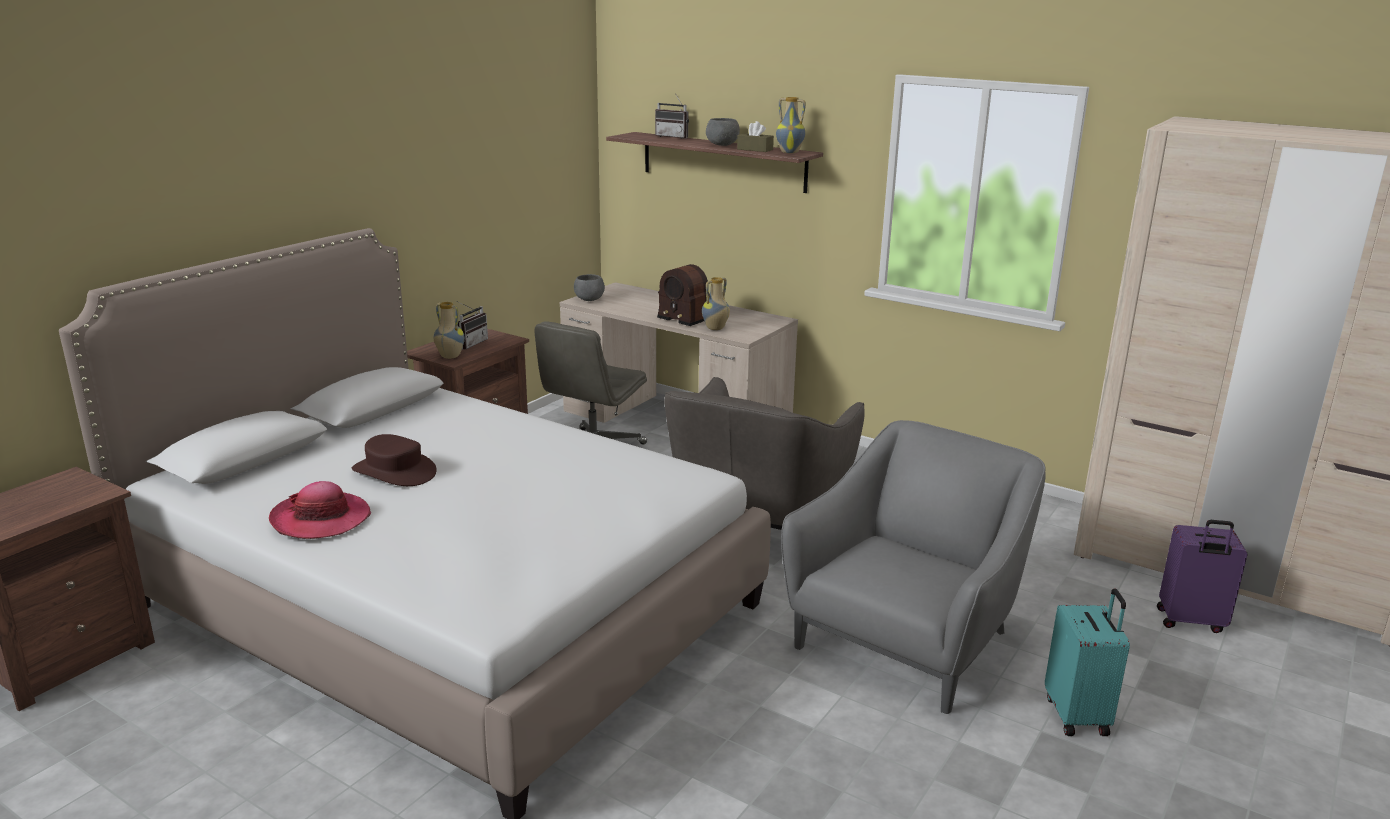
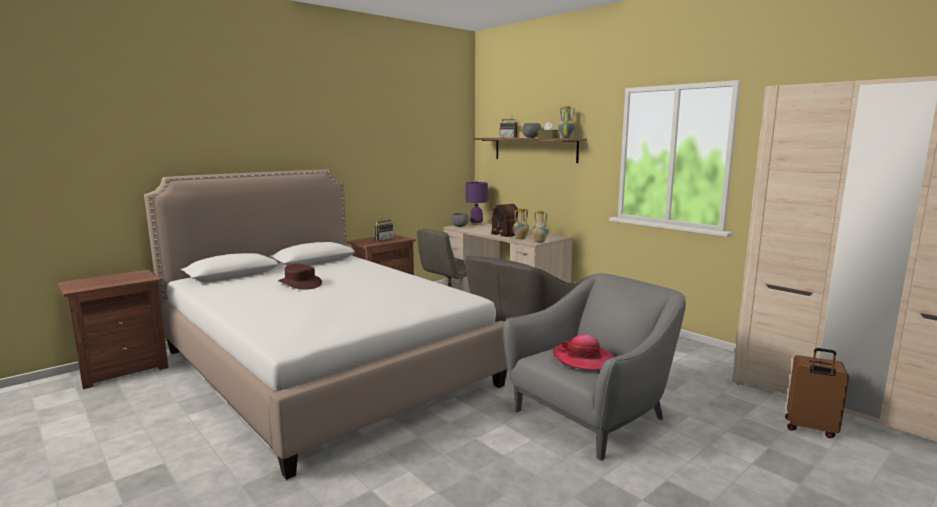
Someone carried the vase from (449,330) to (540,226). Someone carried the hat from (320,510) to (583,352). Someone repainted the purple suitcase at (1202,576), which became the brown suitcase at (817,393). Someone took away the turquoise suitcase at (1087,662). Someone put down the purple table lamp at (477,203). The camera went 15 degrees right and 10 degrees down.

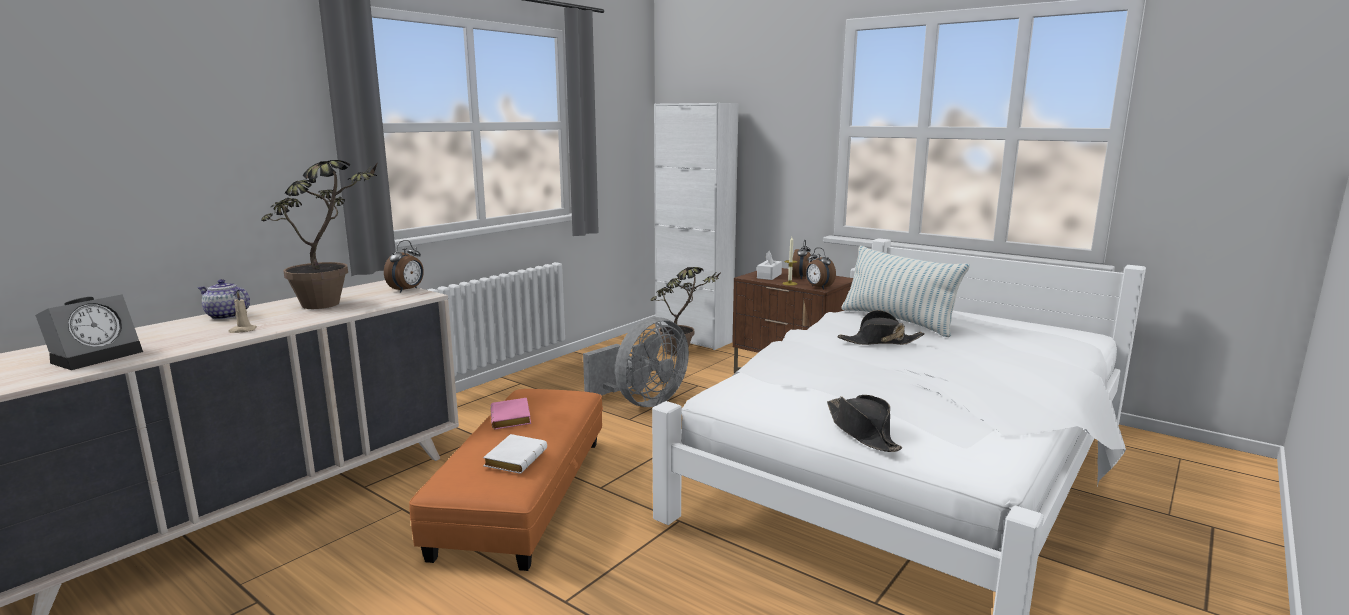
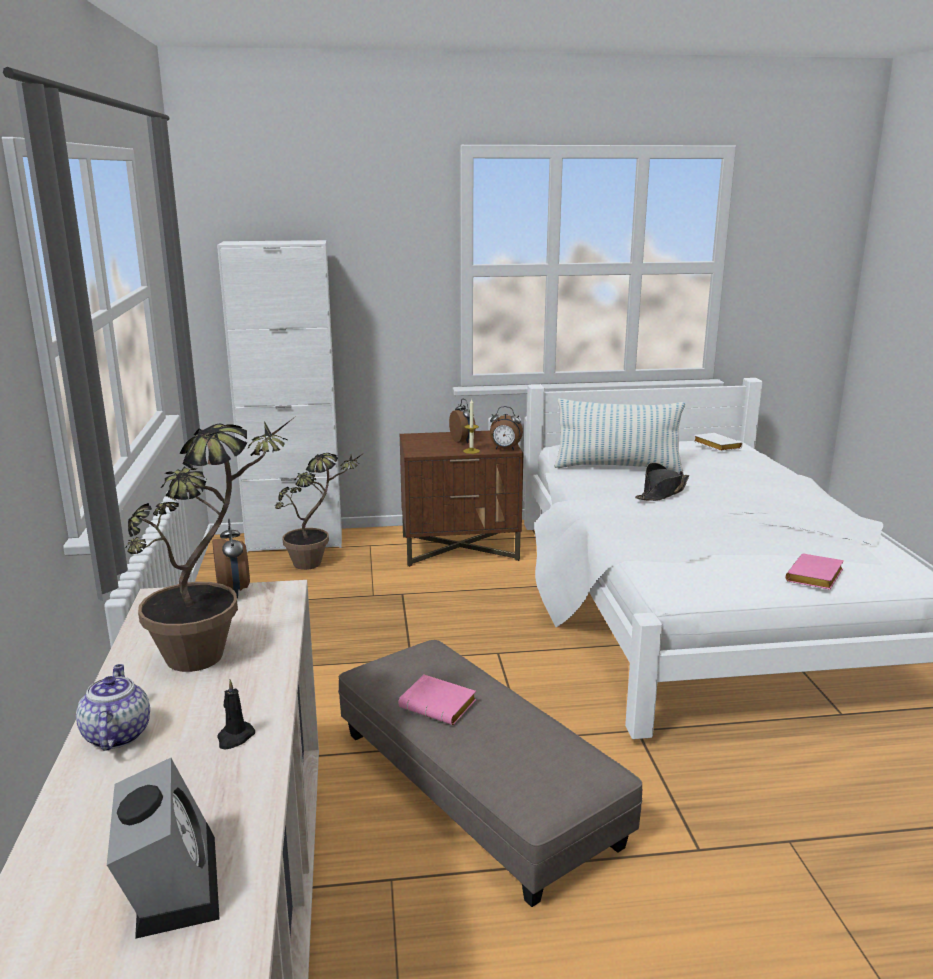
Someone took away the white tissue box at (769,265). Someone rotated the teapot at (224,299) by 105 degrees clockwise. Someone repainted the beige candle at (242,312), which became the black candle at (236,714). Someone took away the grey fan at (636,362). Someone repainted the orange ottoman at (506,480), which became the grey ottoman at (490,773). Someone swapped the black hat at (864,423) for the pink book at (815,571). Someone carried the white book from (515,454) to (718,442). The camera went 45 degrees left and 5 degrees up.

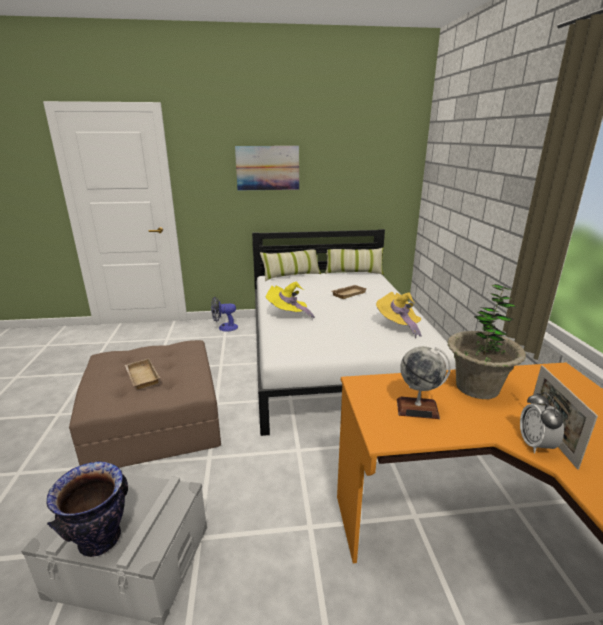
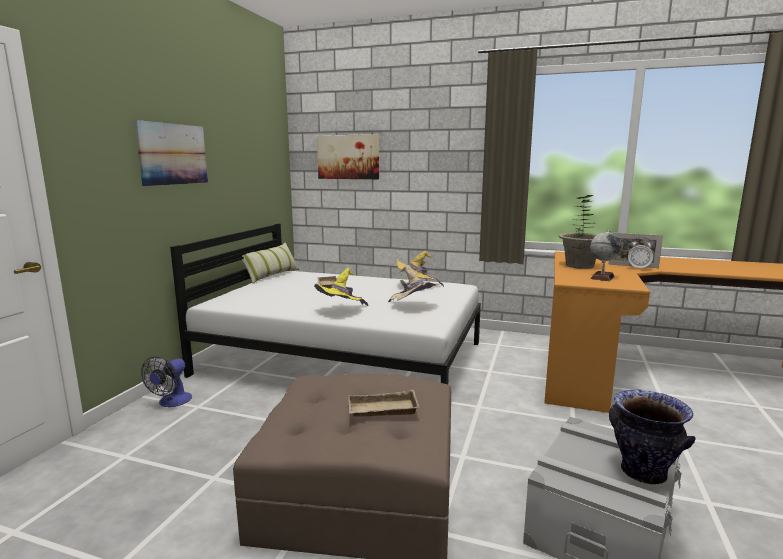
Someone took away the pillow at (290,265). Someone put up the picture at (348,156). Someone put down the beige hat at (414,283). The camera went 65 degrees left and 10 degrees down.

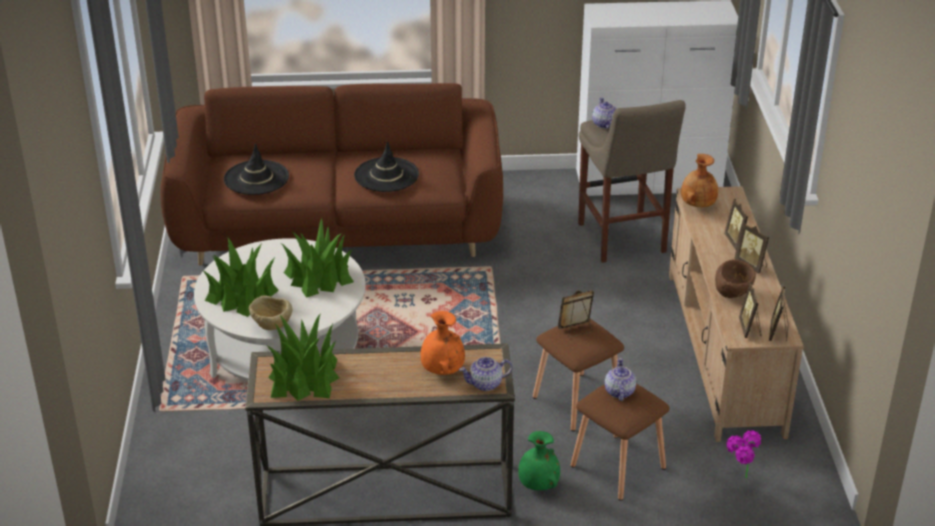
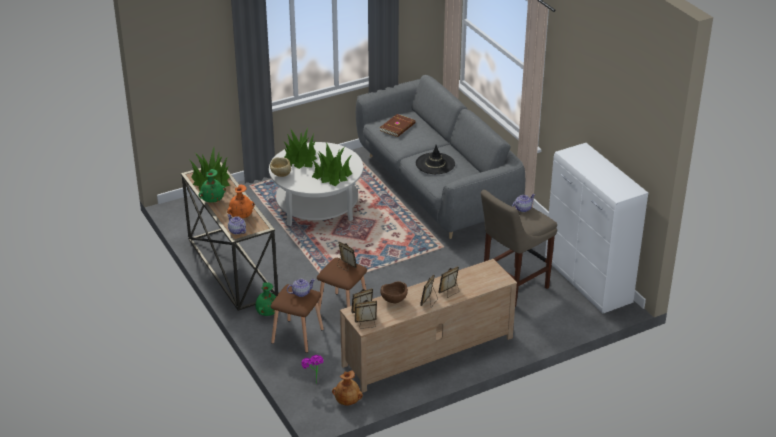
Someone repainted the brown sofa at (331,174), which became the grey sofa at (440,157). Someone swapped the black hat at (256,169) for the brown book at (398,125). Someone carried the brown vase from (699,180) to (347,388). Someone put down the green vase at (212,186). The camera went 65 degrees right and 0 degrees up.

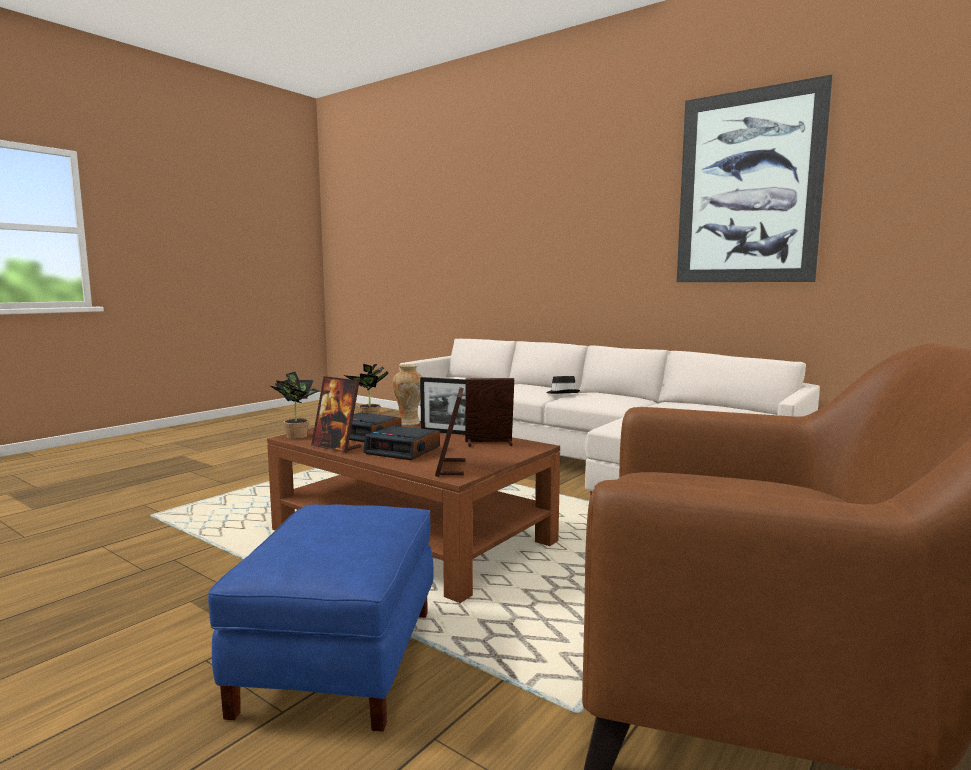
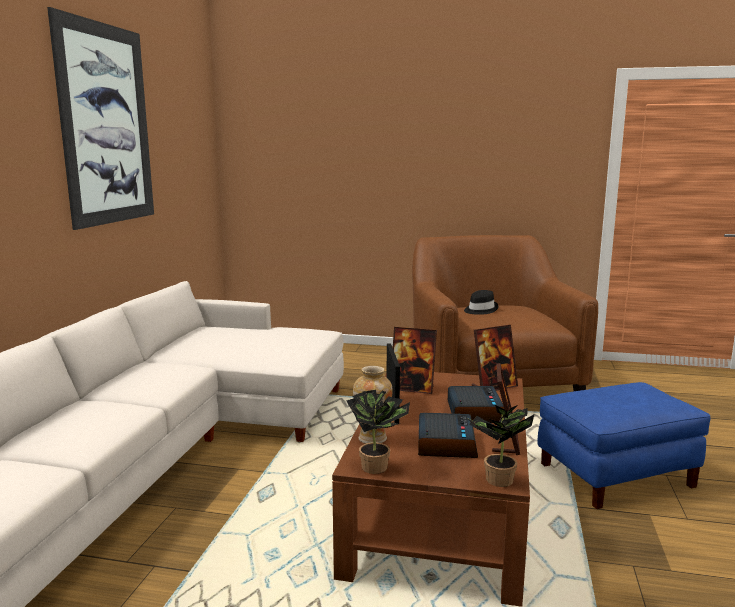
Someone carried the black hat from (563,385) to (481,302). Someone rotated the picture frame at (489,412) by 45 degrees counterclockwise. The camera went 115 degrees left and 5 degrees up.

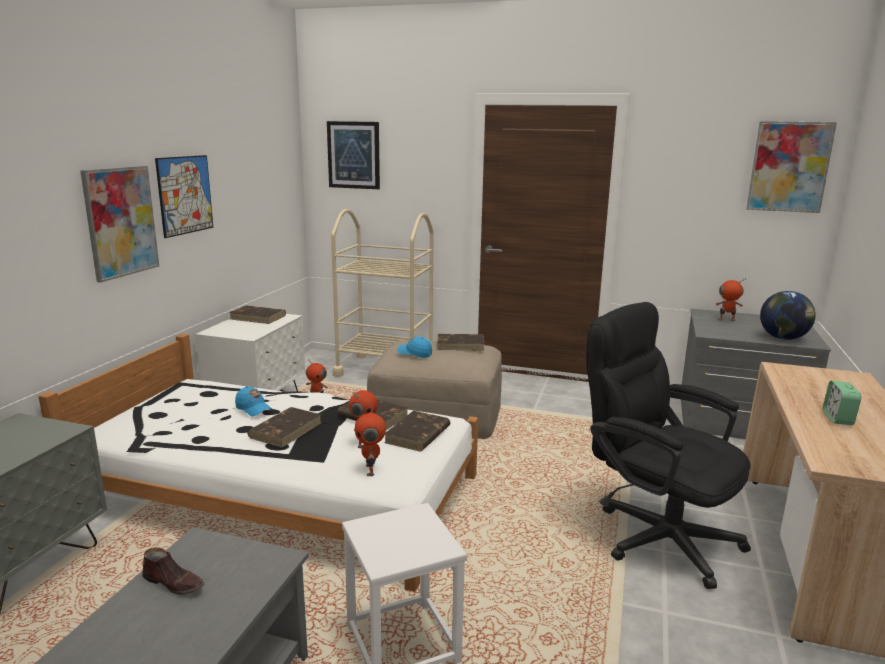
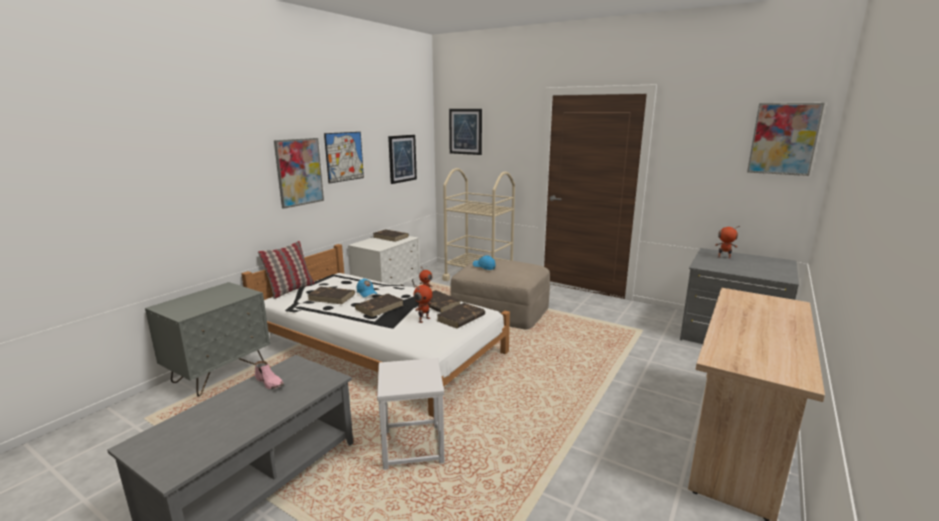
Someone took away the globe at (788,315). Someone took away the black office chair at (668,445). Someone carried the brown book from (461,342) to (331,295). Someone took away the alarm clock at (842,402). Someone took away the toy robot at (370,440). Someone repainted the brown shoe at (173,571), which became the pink shoe at (269,375). Someone put up the picture at (402,159). Someone put down the pillow at (286,270). The camera went 15 degrees right and 0 degrees up.

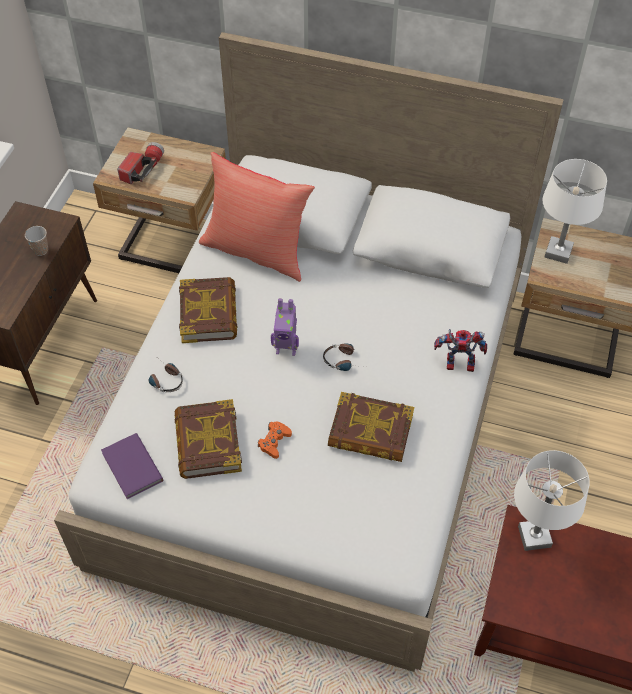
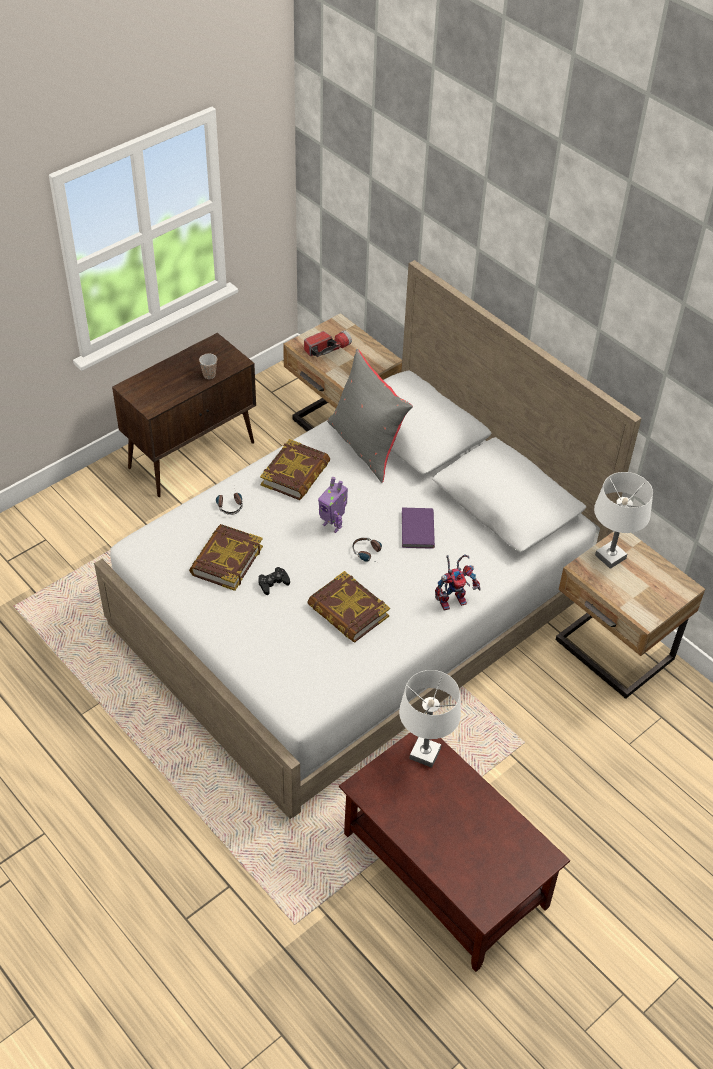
Someone repainted the red pillow at (257,217), which became the grey pillow at (370,416). Someone rotated the toy robot at (460,350) by 120 degrees clockwise. Someone repainted the orange game controller at (275,440), which became the black game controller at (274,581). Someone carried the purple book from (132,466) to (418,528). The camera went 30 degrees right and 5 degrees down.

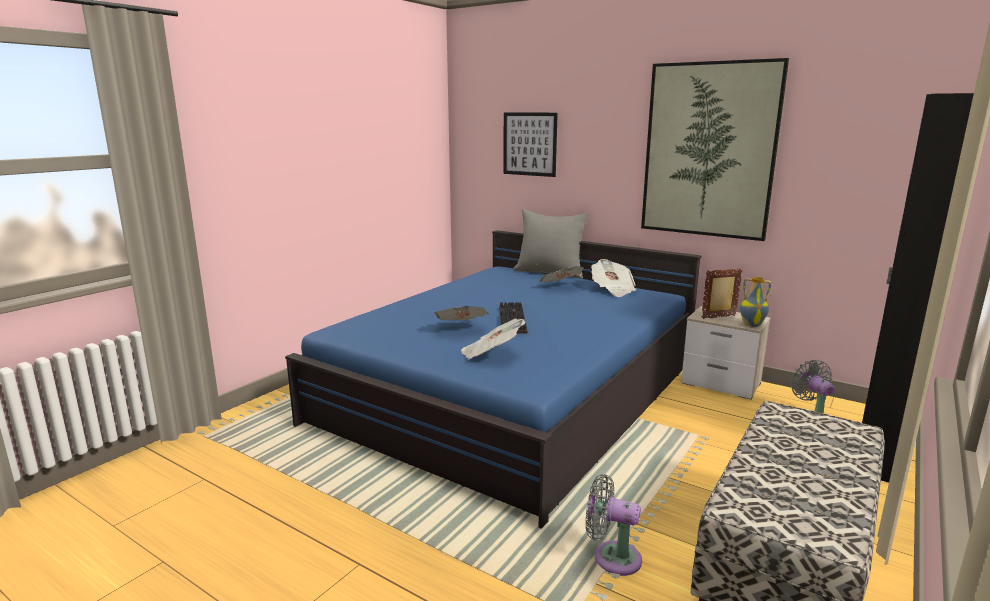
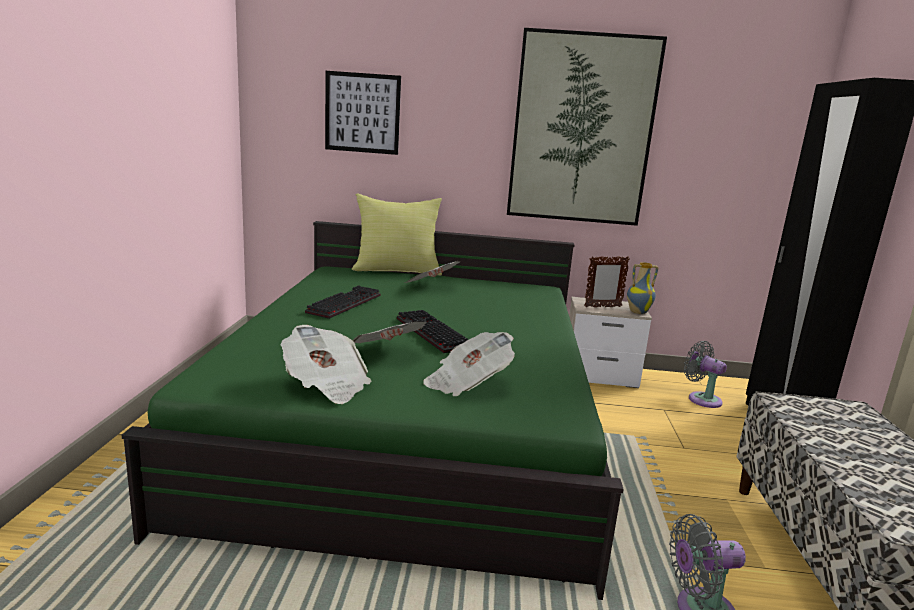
Someone repainted the grey pillow at (551,244), which became the yellow pillow at (397,234). Someone repainted the blue bed at (493,379), which became the green bed at (373,410). Someone carried the newspaper from (613,278) to (326,364). Someone rotated the picture frame at (722,294) by 150 degrees counterclockwise. Someone put down the keyboard at (342,302). The camera went 30 degrees left and 0 degrees up.

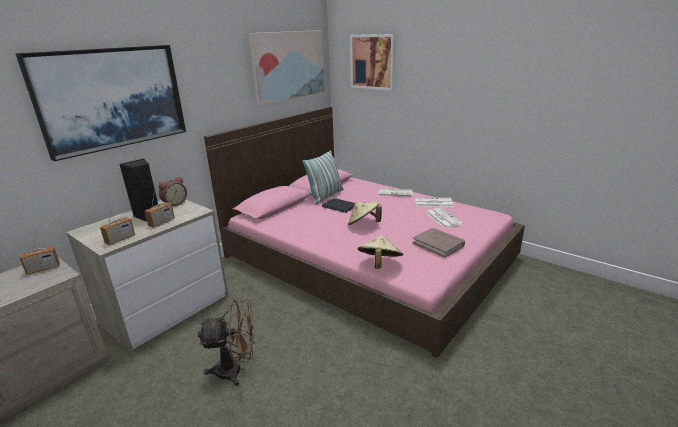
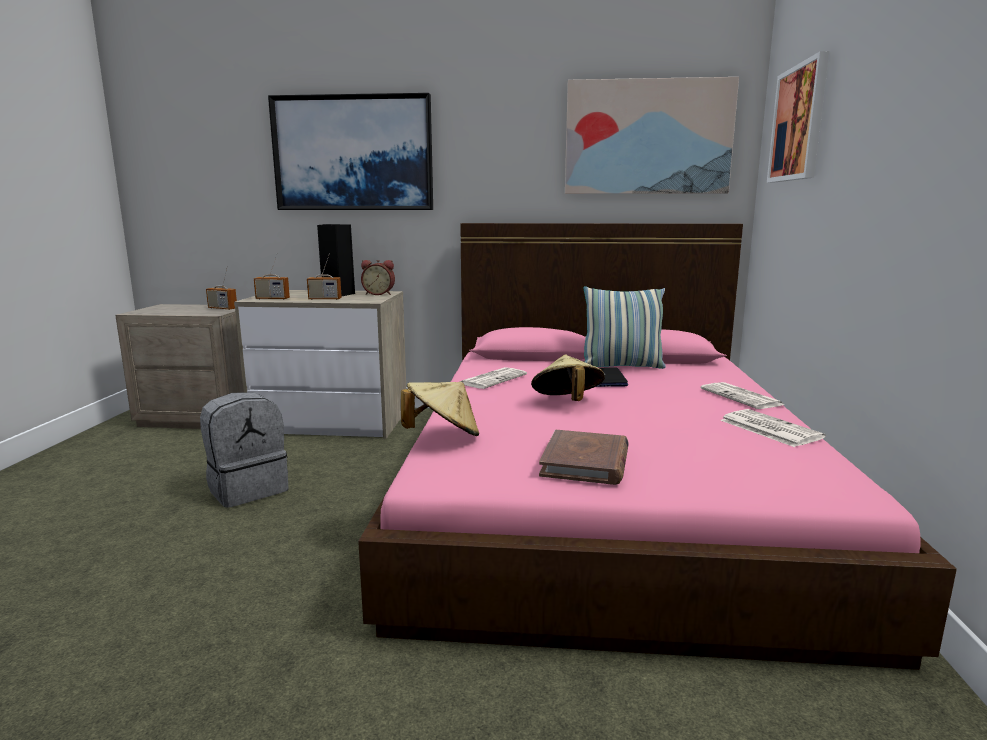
Someone carried the newspaper from (444,218) to (493,378). Someone swapped the brown fan at (225,343) for the grey backpack at (244,450). The camera went 55 degrees right and 10 degrees down.

